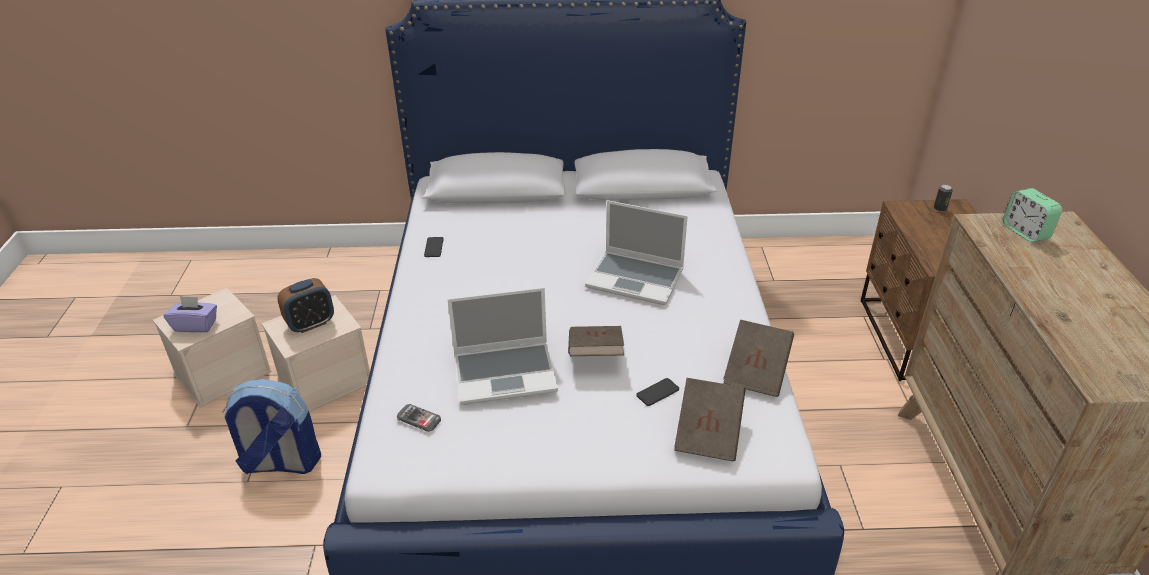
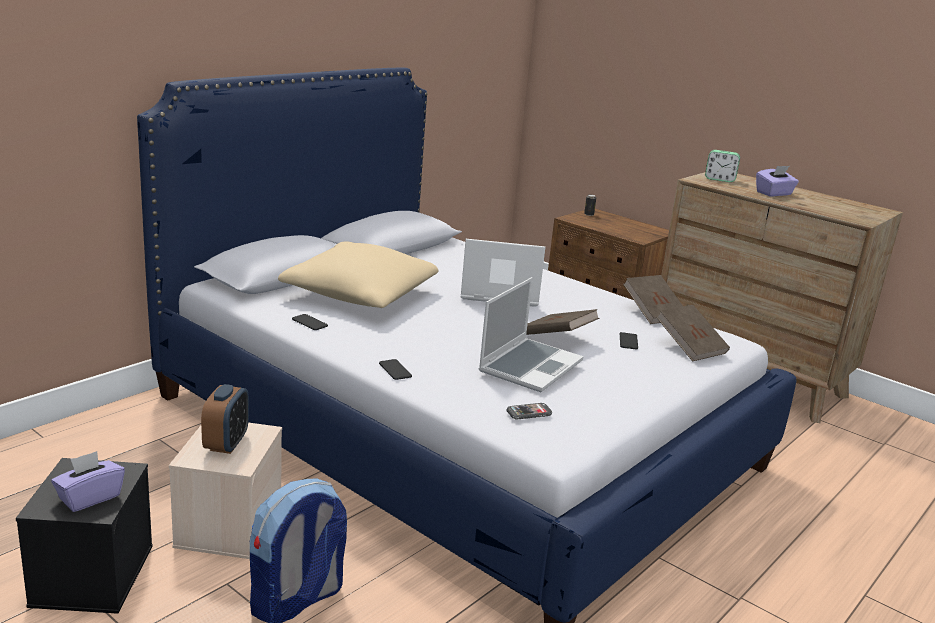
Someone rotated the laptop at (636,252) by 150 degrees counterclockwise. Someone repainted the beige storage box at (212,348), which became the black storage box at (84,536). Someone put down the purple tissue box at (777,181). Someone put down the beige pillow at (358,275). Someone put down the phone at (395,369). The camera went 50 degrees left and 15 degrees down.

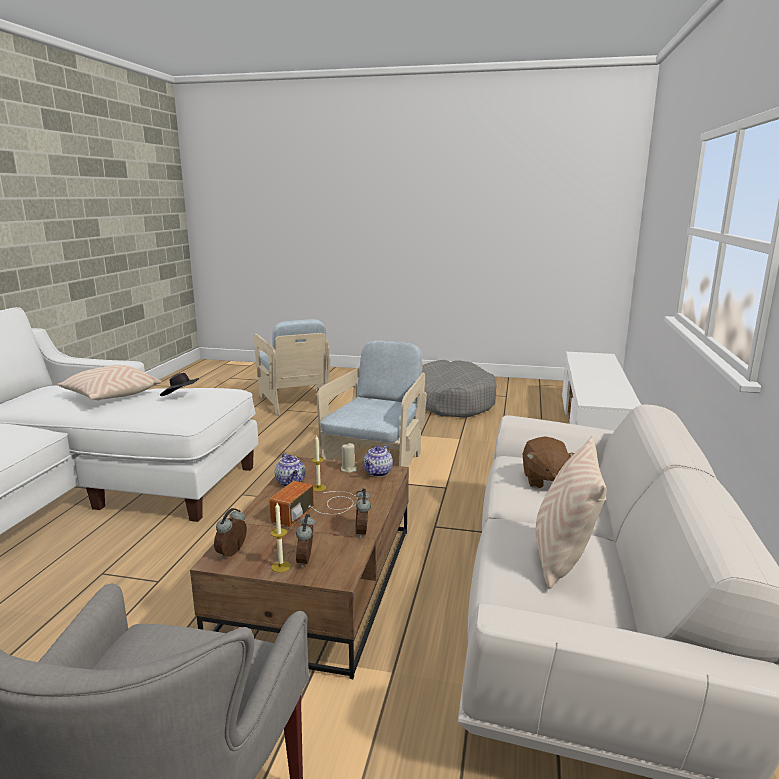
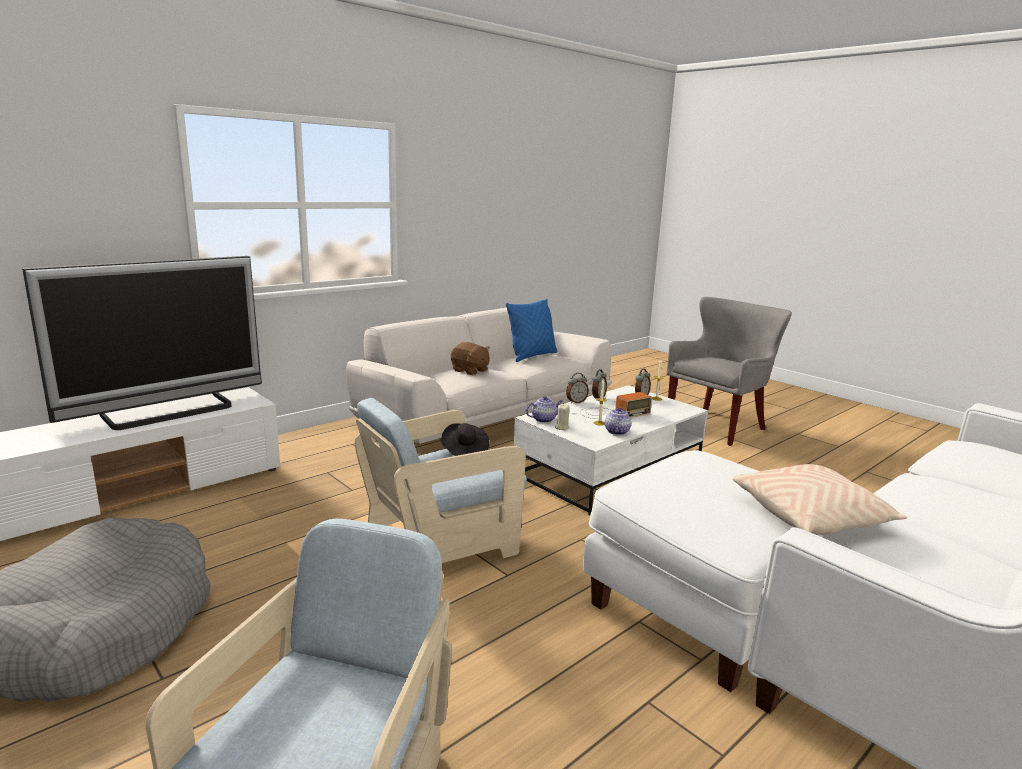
Someone carried the black hat from (179,384) to (466,439). Someone rotated the brown plush toy at (548,462) by 90 degrees clockwise. Someone repainted the beige pillow at (570,512), which became the blue pillow at (532,330). Someone repainted the brown coffee table at (299,568), which became the white coffee table at (611,450). Someone carried the alarm clock from (230,533) to (577,388). Someone put down the television at (142,343). The camera went 145 degrees left and 0 degrees up.

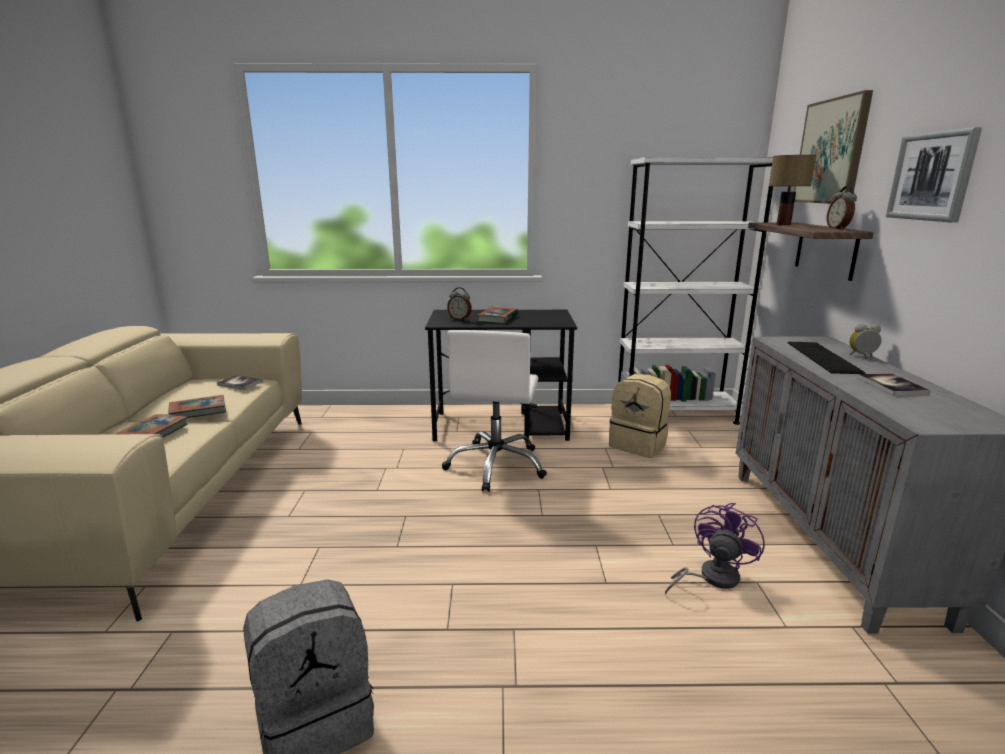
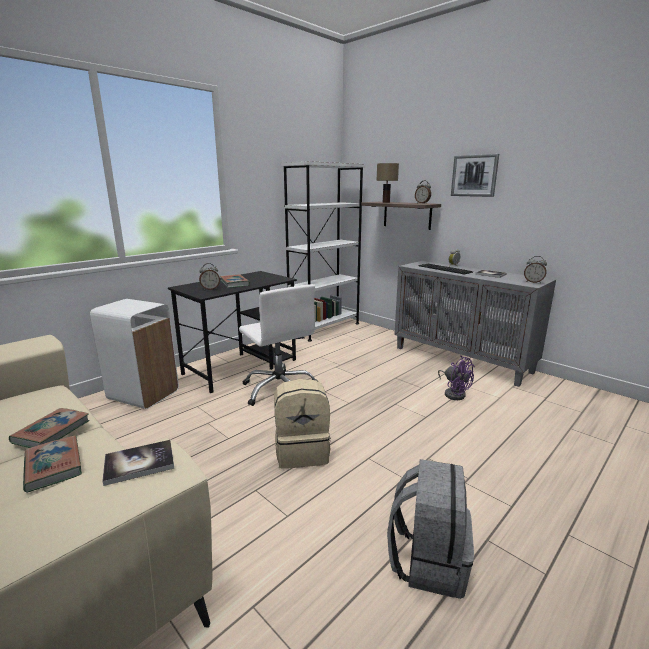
Someone took away the picture at (833,147). Someone carried the beige backpack from (640,416) to (302,424). Someone carried the book from (240,382) to (138,463). Someone rotated the purple fan at (715,548) by 150 degrees clockwise. Someone put down the alarm clock at (535,269). Someone put down the white trash can at (134,354). The camera went 45 degrees left and 0 degrees up.

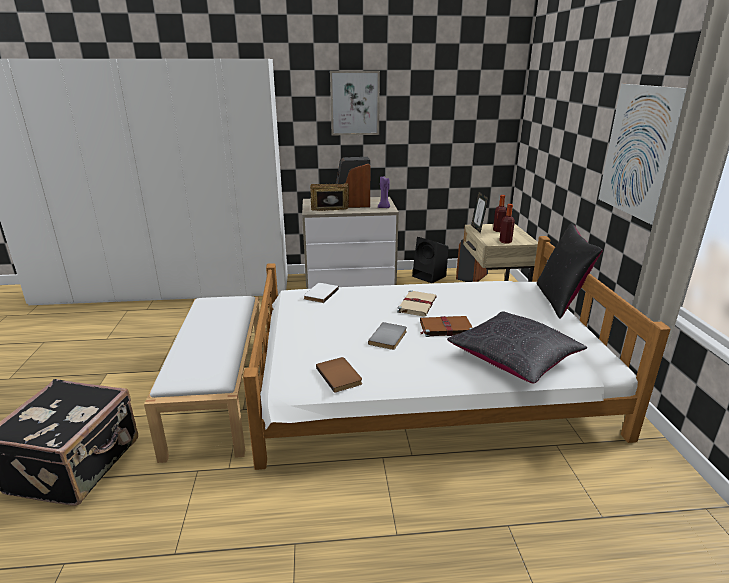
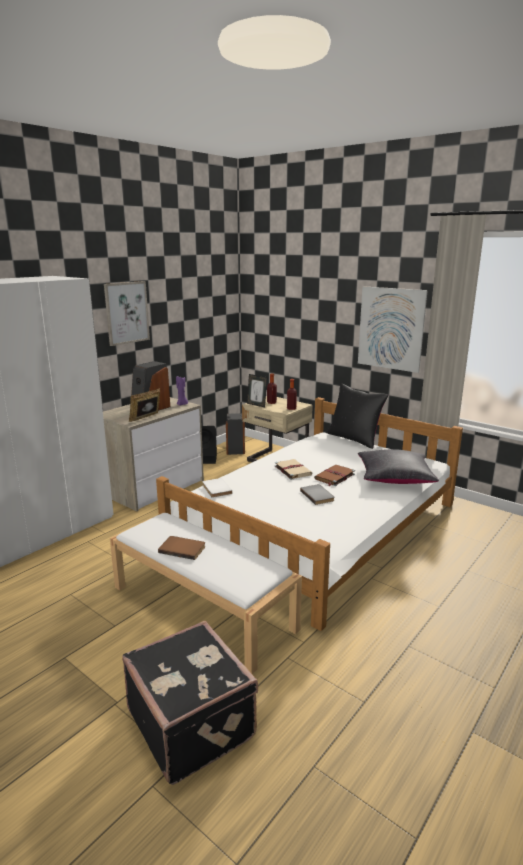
Someone carried the brown book from (339,375) to (181,548). The camera went 45 degrees left and 5 degrees down.

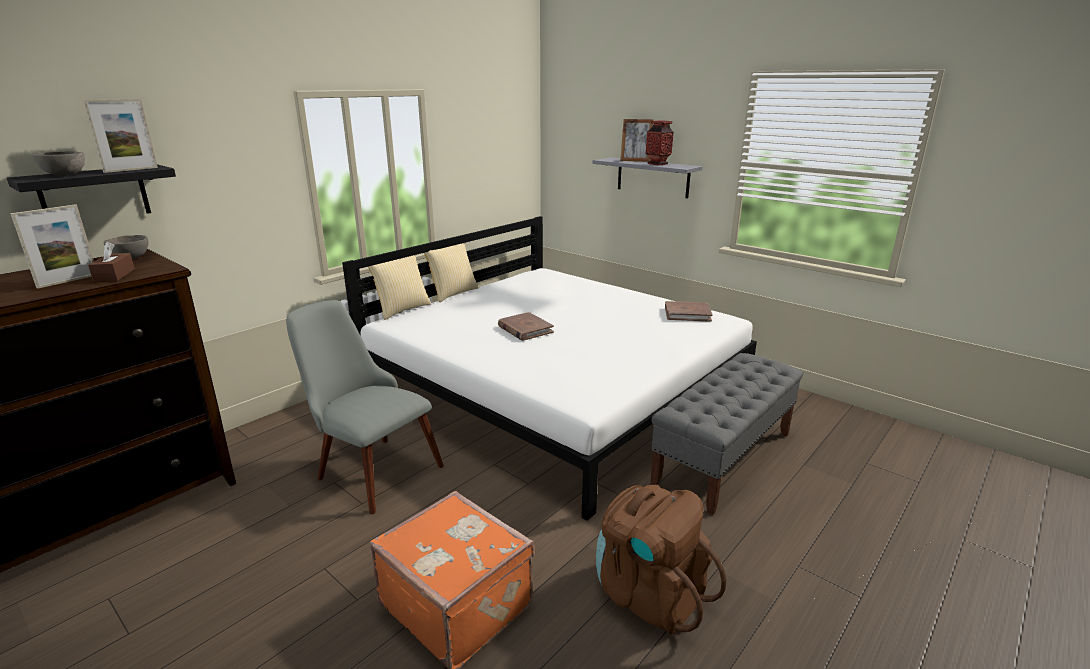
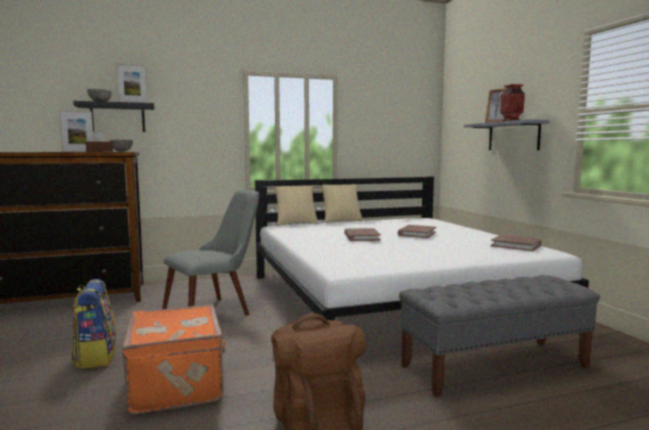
Someone rotated the grey chair at (365,407) by 75 degrees clockwise. Someone put down the brown book at (417,231). Someone put down the backpack at (94,324). The camera went 30 degrees right and 15 degrees down.

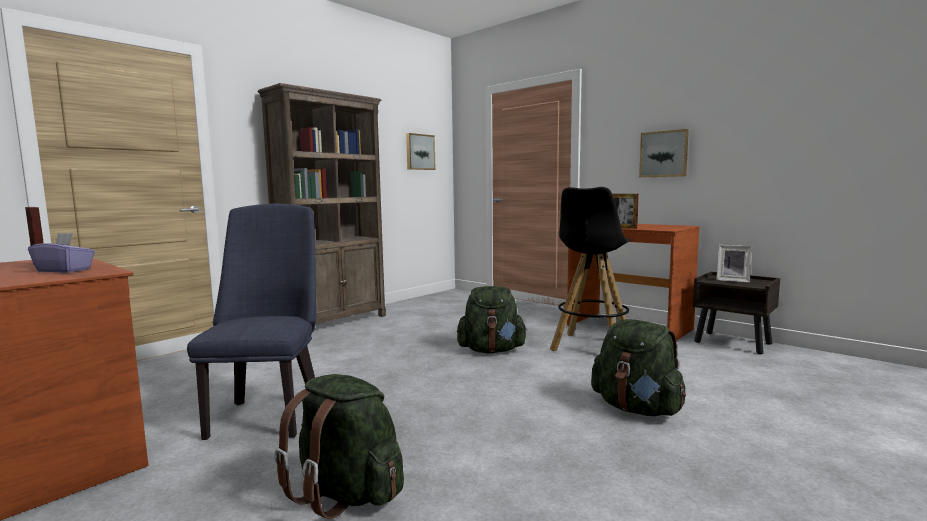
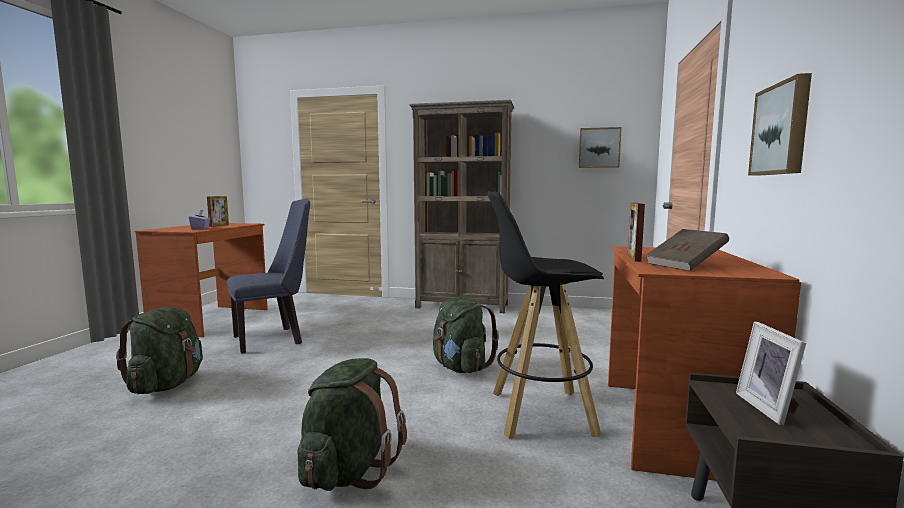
Someone put down the brown book at (687,250). The camera went 60 degrees right and 0 degrees up.

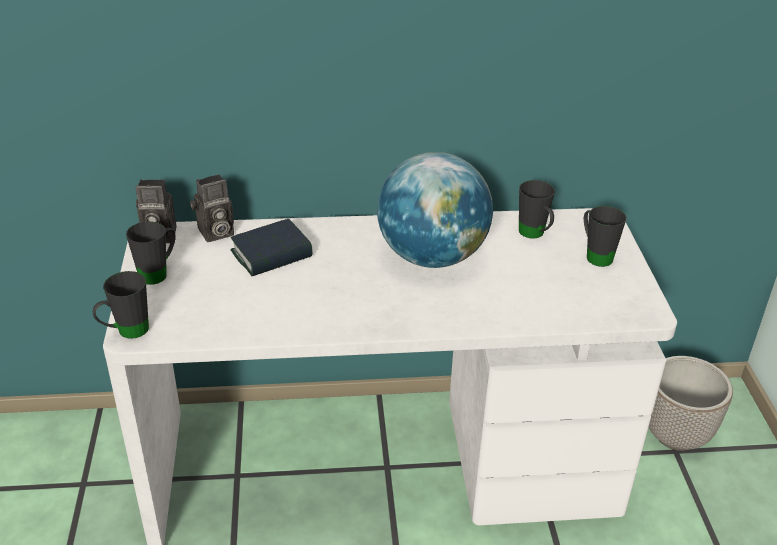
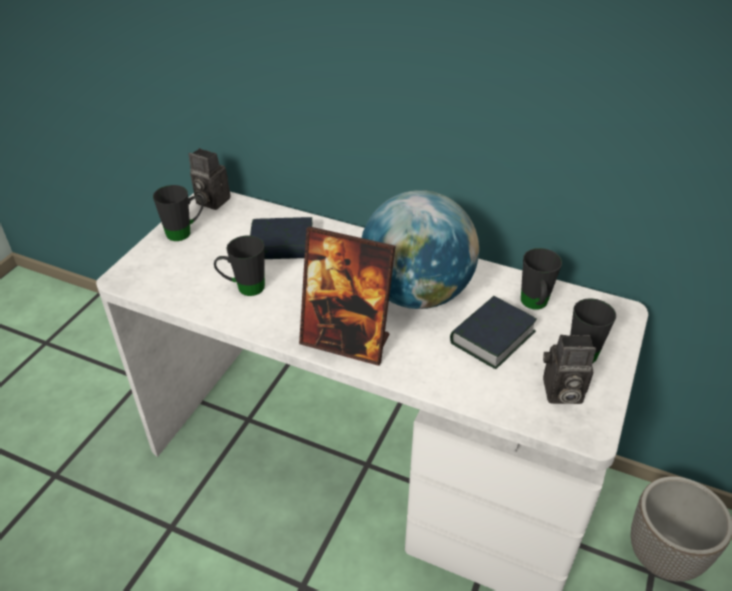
Someone carried the photo camera from (212,208) to (569,369). Someone carried the black mug from (121,305) to (239,266). Someone put down the picture frame at (347,296). Someone put down the book at (493,332). The camera went 30 degrees right and 5 degrees up.

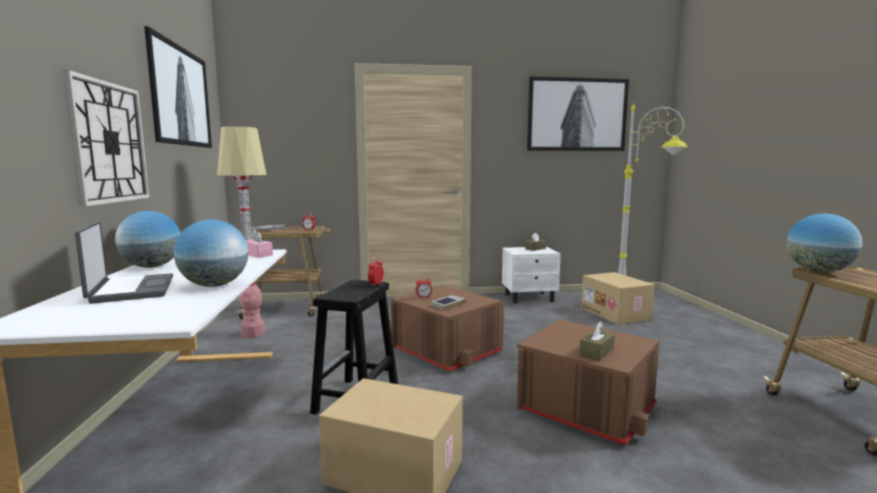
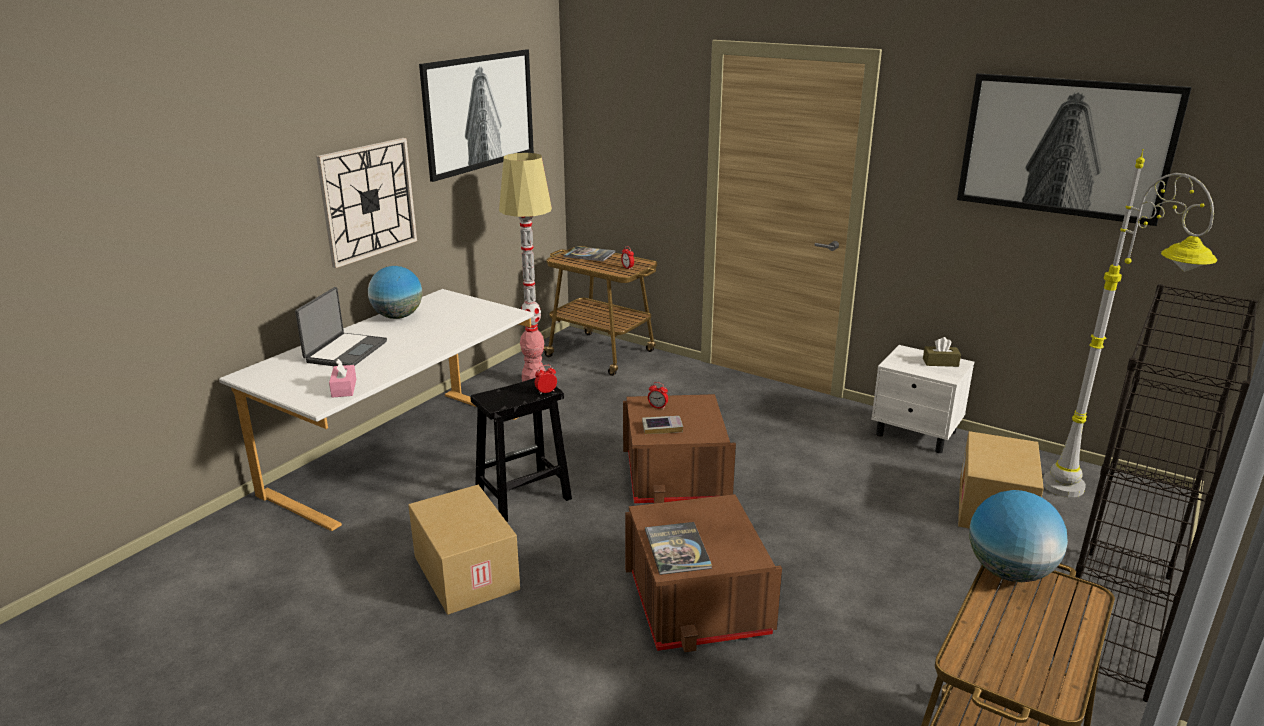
Someone took away the globe at (211,253). Someone carried the pink tissue box from (259,243) to (342,378). Someone swapped the brown tissue box at (597,341) for the book at (678,548). Someone put down the black bookcase at (1155,493). The camera went 40 degrees right and 15 degrees up.

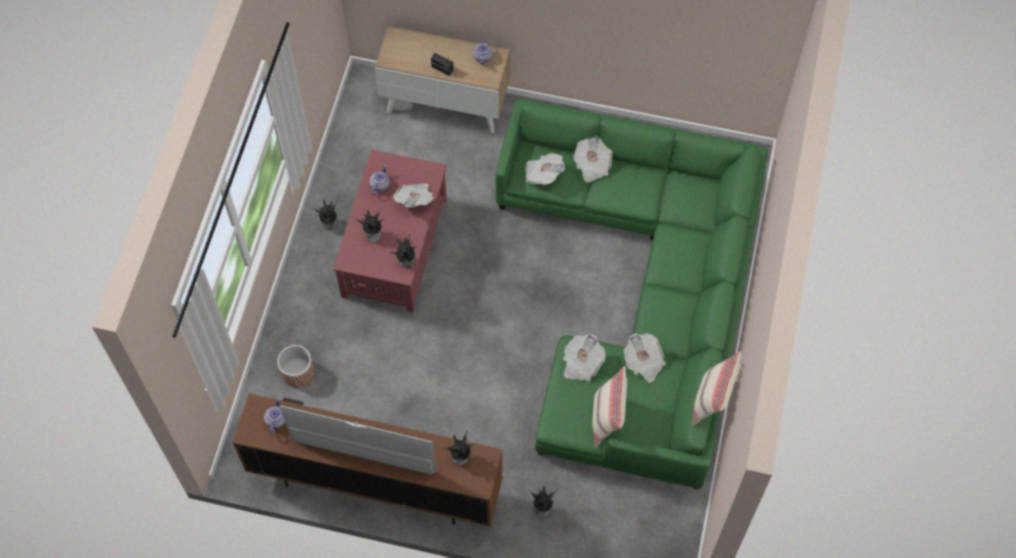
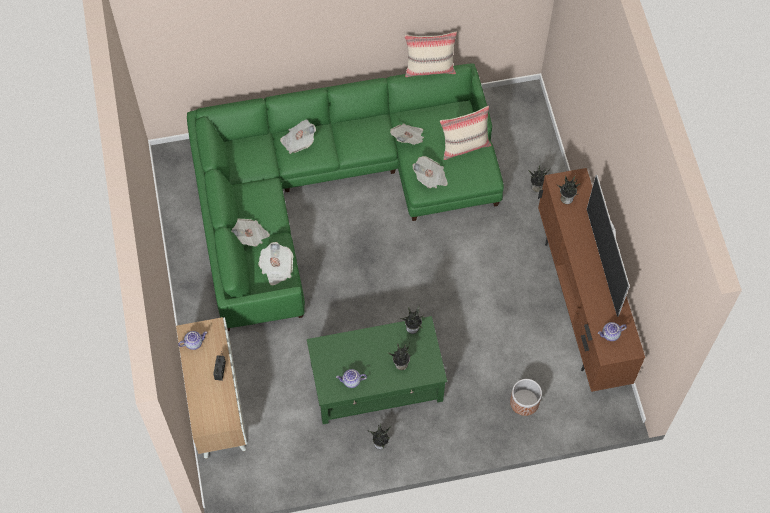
Someone repainted the red coffee table at (390,231), which became the green coffee table at (377,370). Someone carried the newspaper from (413,195) to (298,137). The camera went 115 degrees left and 0 degrees up.

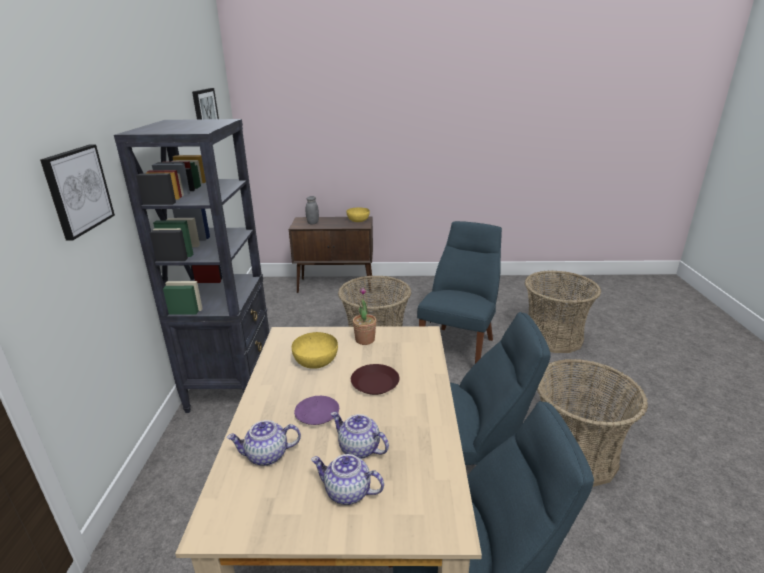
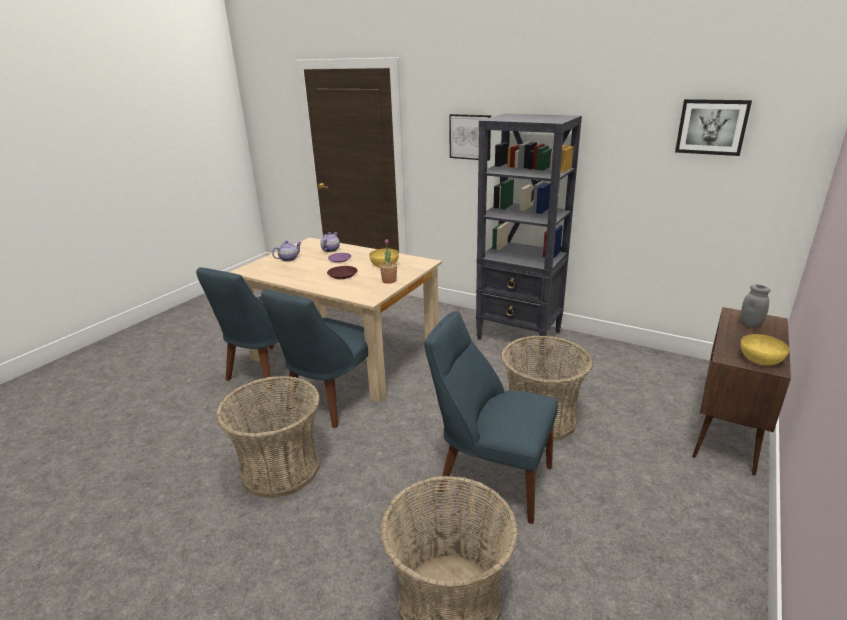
Someone rotated the blue chair at (459,292) by 150 degrees clockwise. Someone took away the teapot at (360,435). The camera went 120 degrees right and 0 degrees up.

